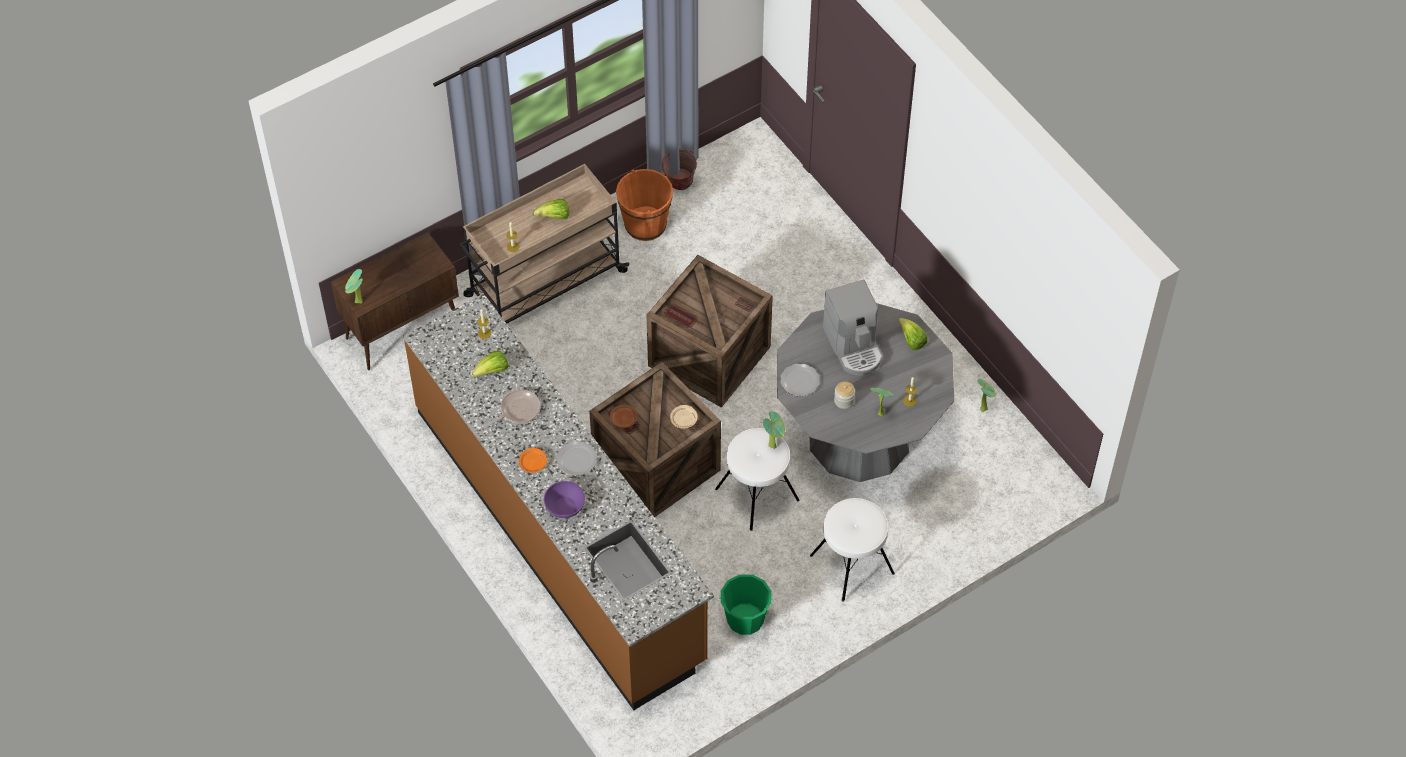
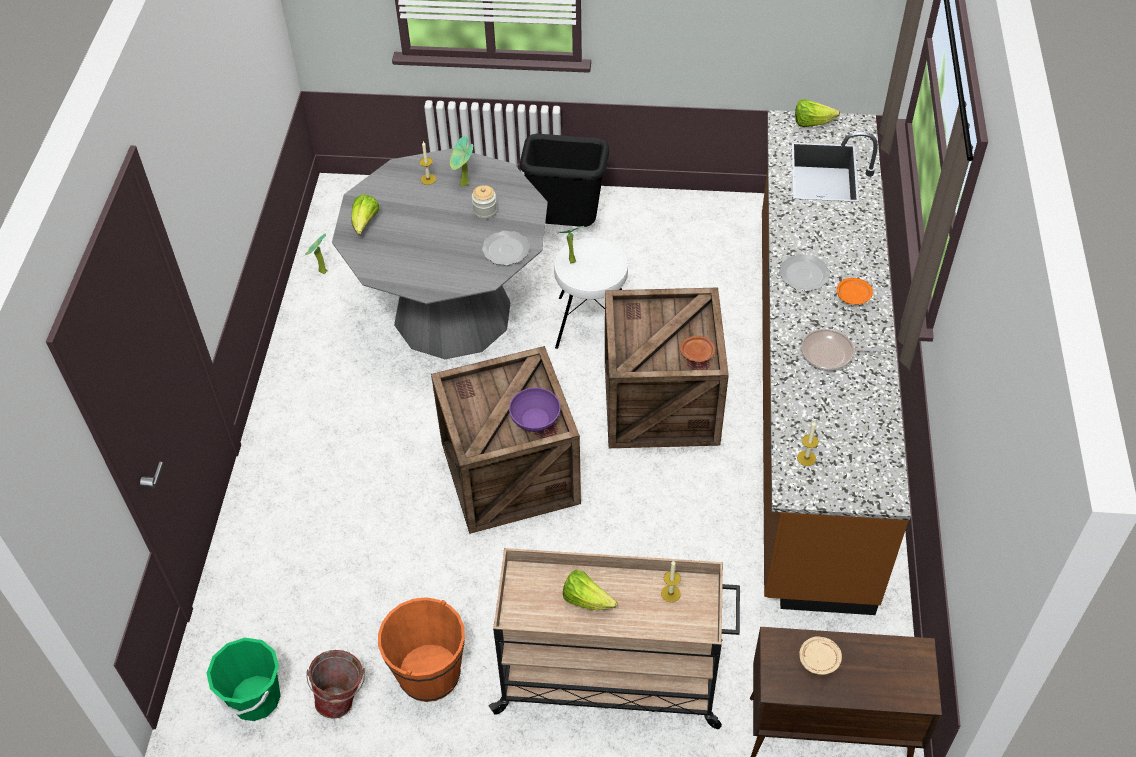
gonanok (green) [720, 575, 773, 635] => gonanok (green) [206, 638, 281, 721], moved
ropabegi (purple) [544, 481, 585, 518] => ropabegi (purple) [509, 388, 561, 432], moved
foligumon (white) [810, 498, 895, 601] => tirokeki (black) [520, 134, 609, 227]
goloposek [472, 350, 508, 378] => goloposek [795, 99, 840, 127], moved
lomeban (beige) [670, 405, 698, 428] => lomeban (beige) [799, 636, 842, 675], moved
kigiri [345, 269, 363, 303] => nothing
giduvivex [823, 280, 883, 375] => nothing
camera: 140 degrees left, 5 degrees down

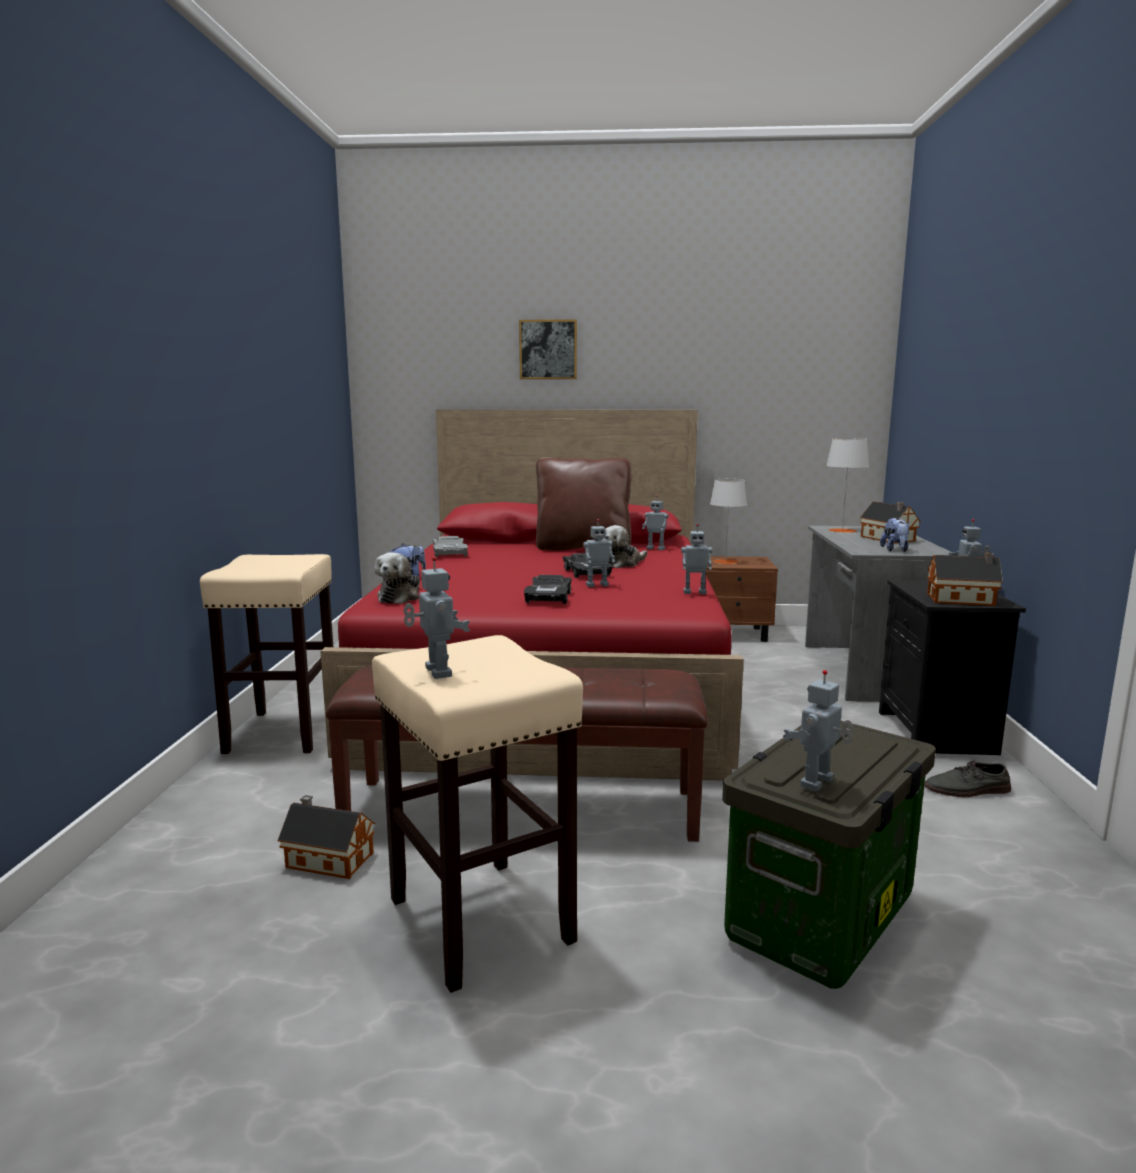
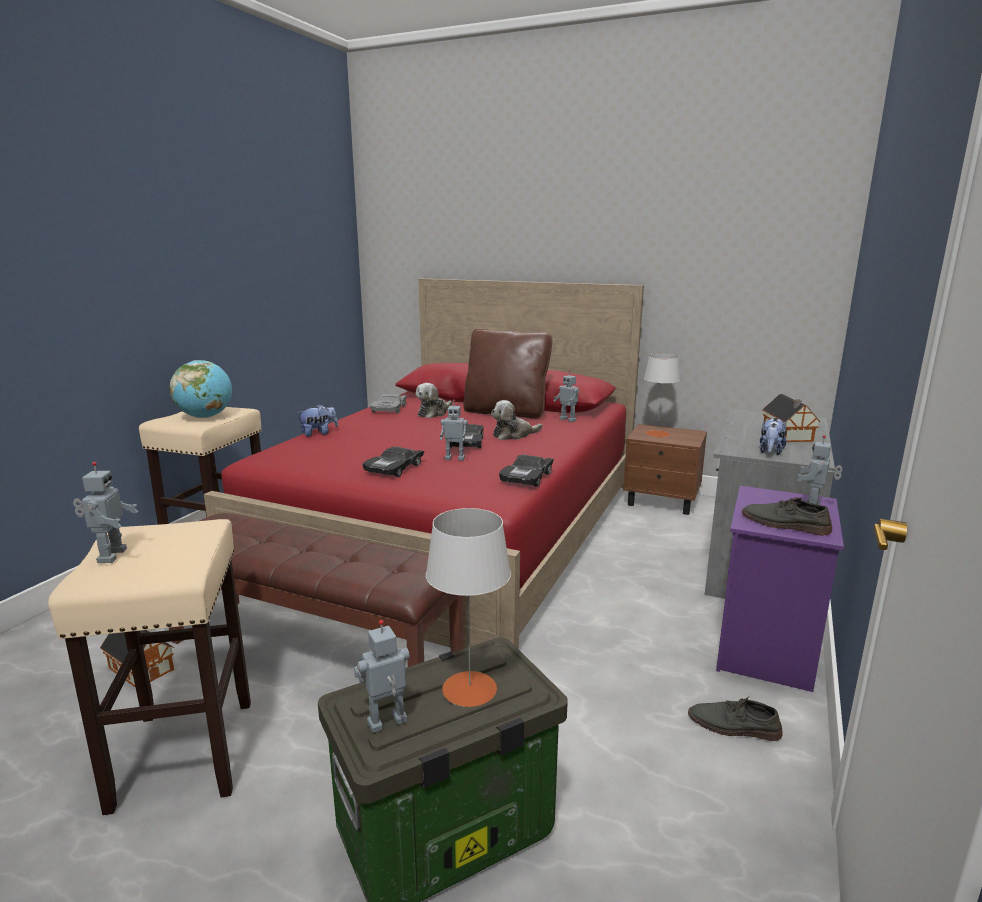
nothing => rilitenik [170, 360, 232, 418]
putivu [375, 552, 420, 604] => putivu [416, 383, 452, 418], moved
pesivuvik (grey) [826, 438, 869, 533] => pesivuvik (grey) [426, 508, 511, 707], moved
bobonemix [681, 524, 712, 594] => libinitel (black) [499, 454, 554, 487]
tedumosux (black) [879, 580, 1026, 755] => tedumosux (purple) [716, 486, 844, 692]
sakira [927, 553, 1003, 606] => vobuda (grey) [742, 497, 832, 535]
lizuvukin [519, 319, 577, 379] => nothing
camera: 20 degrees right, 5 degrees up

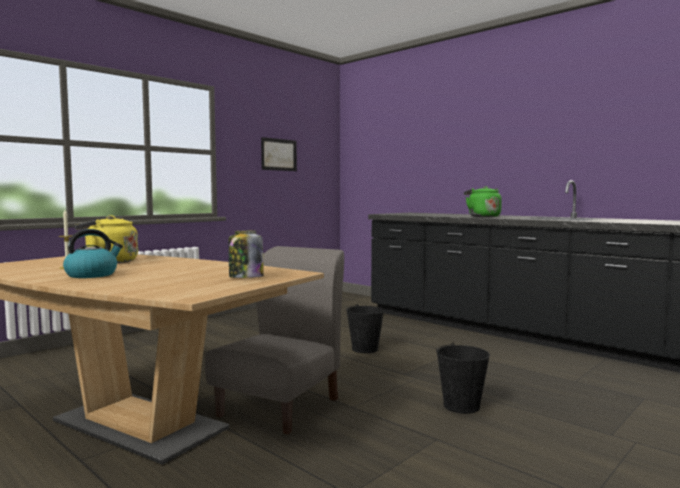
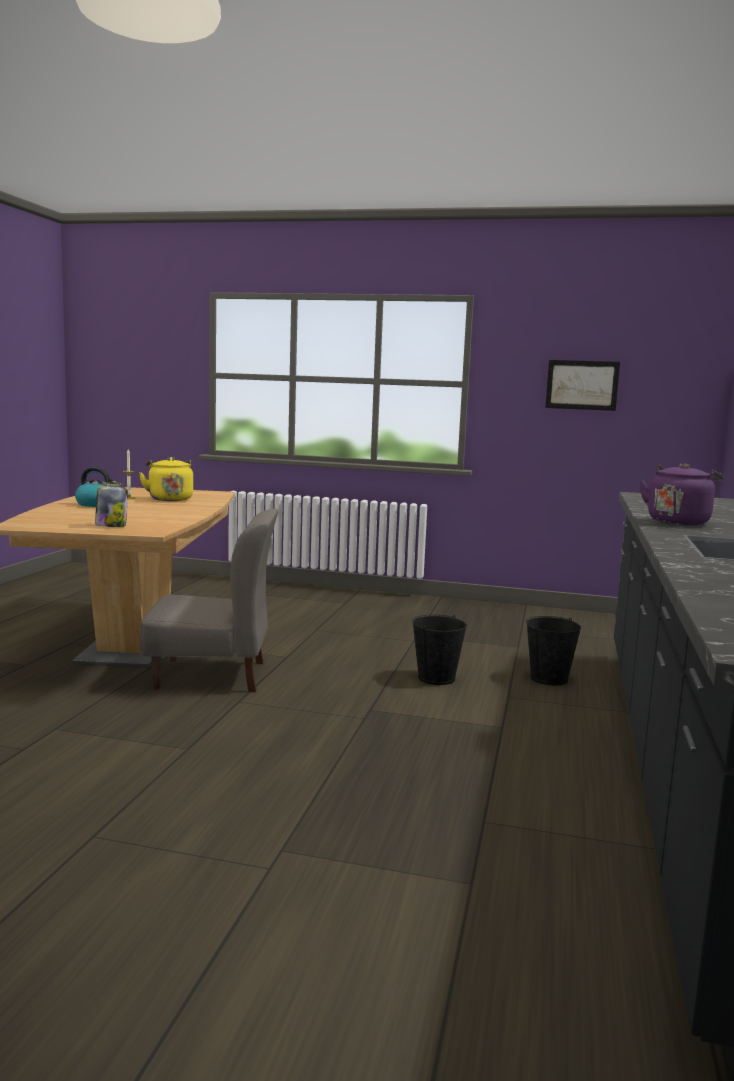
gonanok (black) [436, 343, 490, 414] => gonanok (black) [526, 616, 581, 685], moved
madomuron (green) [464, 186, 502, 217] => madomuron (purple) [639, 463, 723, 525]
camera: 60 degrees right, 5 degrees up

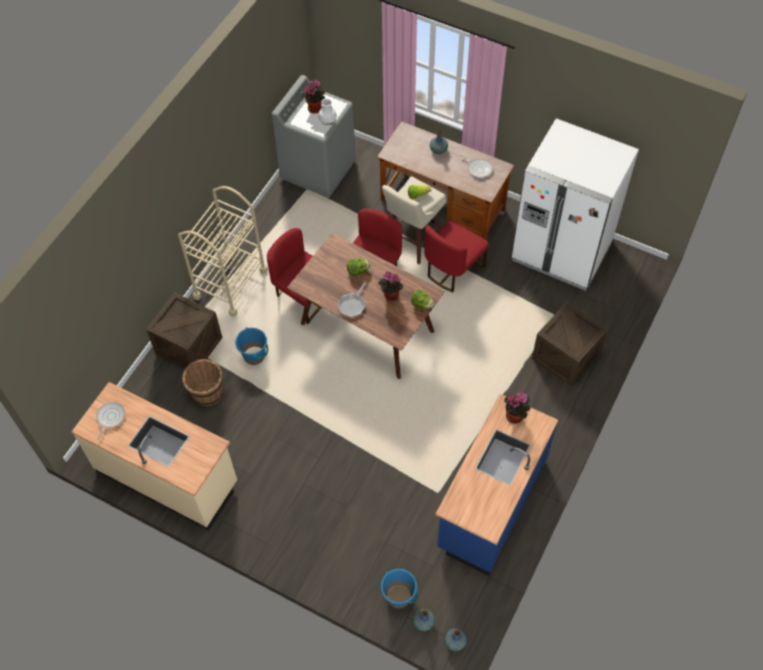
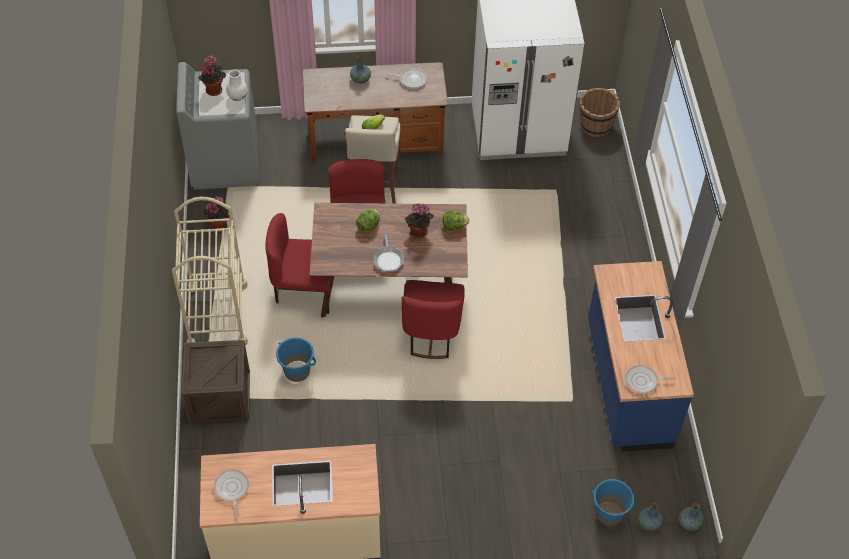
kigiri [504, 392, 531, 424] => kigiri [204, 196, 230, 233], moved
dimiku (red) [424, 220, 489, 292] => dimiku (red) [402, 280, 465, 359], moved
gonanok (brown) [182, 359, 224, 406] => gonanok (brown) [580, 88, 620, 137], moved
nothing => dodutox [625, 365, 676, 393]
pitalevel [532, 302, 608, 387] => nothing
camera: 35 degrees left, 5 degrees down

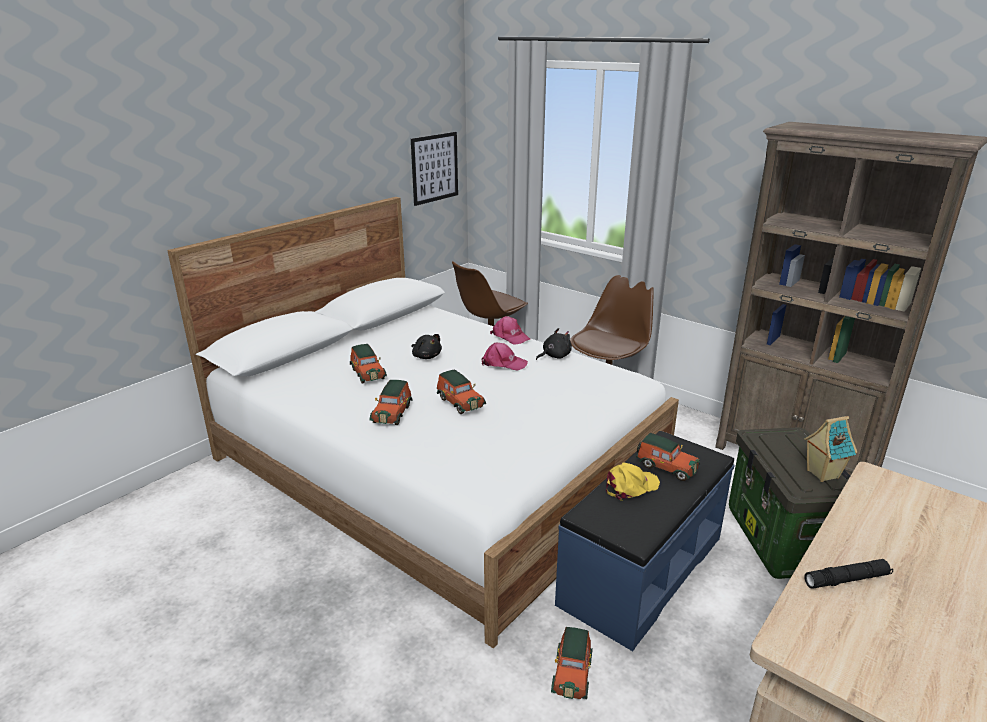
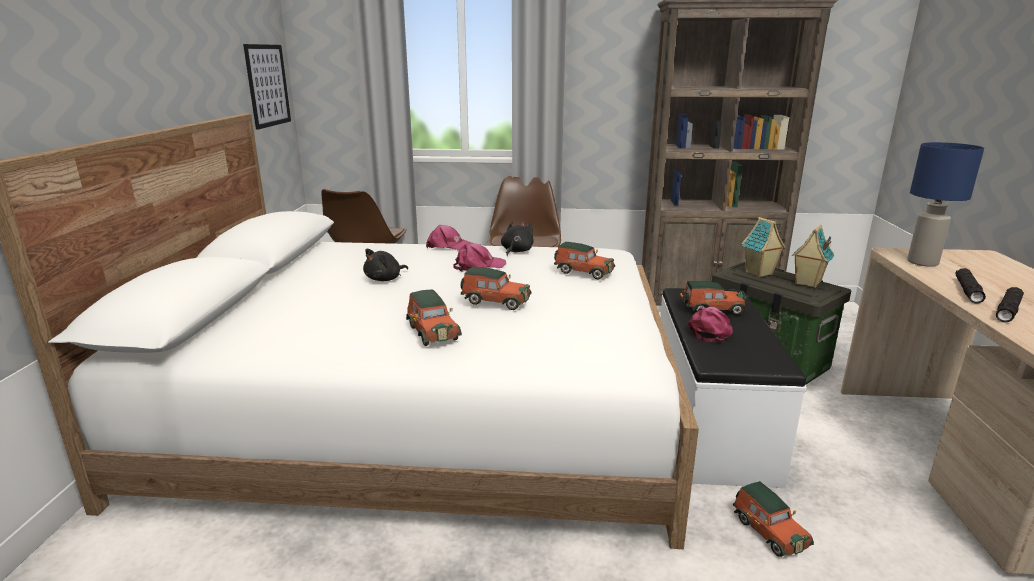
putivu (black) [412, 334, 442, 359] => putivu (black) [363, 248, 408, 281], 120 degrees clockwise
libinitel [350, 344, 387, 384] => libinitel [554, 242, 615, 279], moved
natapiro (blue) [555, 431, 734, 651] => natapiro (white) [660, 288, 807, 488]
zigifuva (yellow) [606, 463, 660, 501] => zigifuva (pink) [688, 307, 733, 343]
nothing => sakira [742, 217, 786, 277]
nothing => pesivuvik (blue) [907, 142, 984, 267]
nothing => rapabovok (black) [956, 268, 986, 304]
camera: 35 degrees left, 5 degrees down

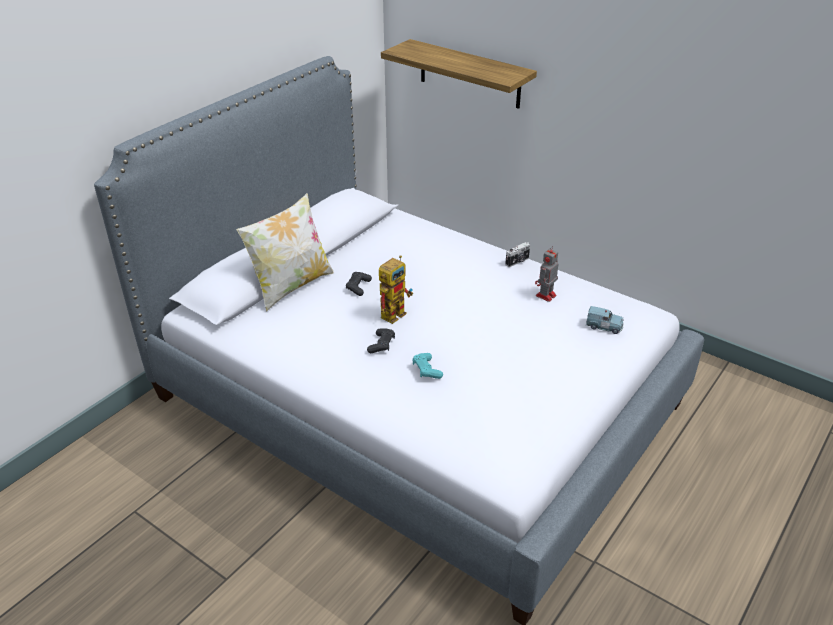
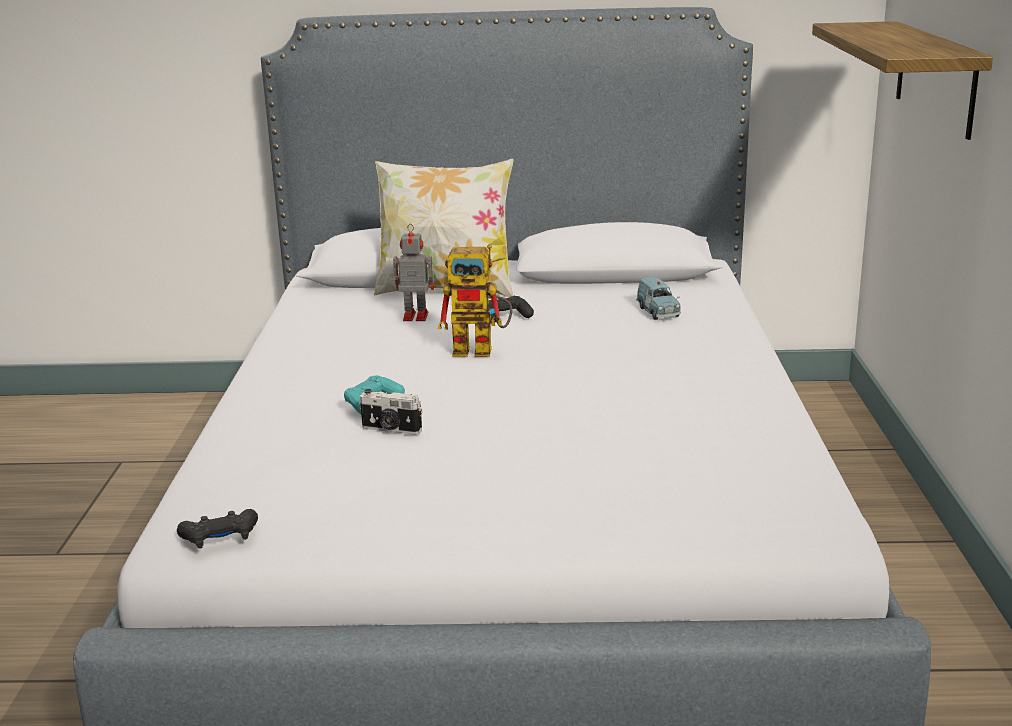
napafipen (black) [367, 329, 395, 353] => napafipen (black) [177, 509, 258, 549], moved
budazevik [505, 242, 530, 267] => budazevik [359, 389, 422, 435], moved
bobonemix [535, 246, 559, 302] => bobonemix [390, 224, 434, 321], moved
libinitel (blue) [586, 306, 624, 334] => libinitel (blue) [636, 277, 681, 320], moved
camera: 55 degrees right, 15 degrees down

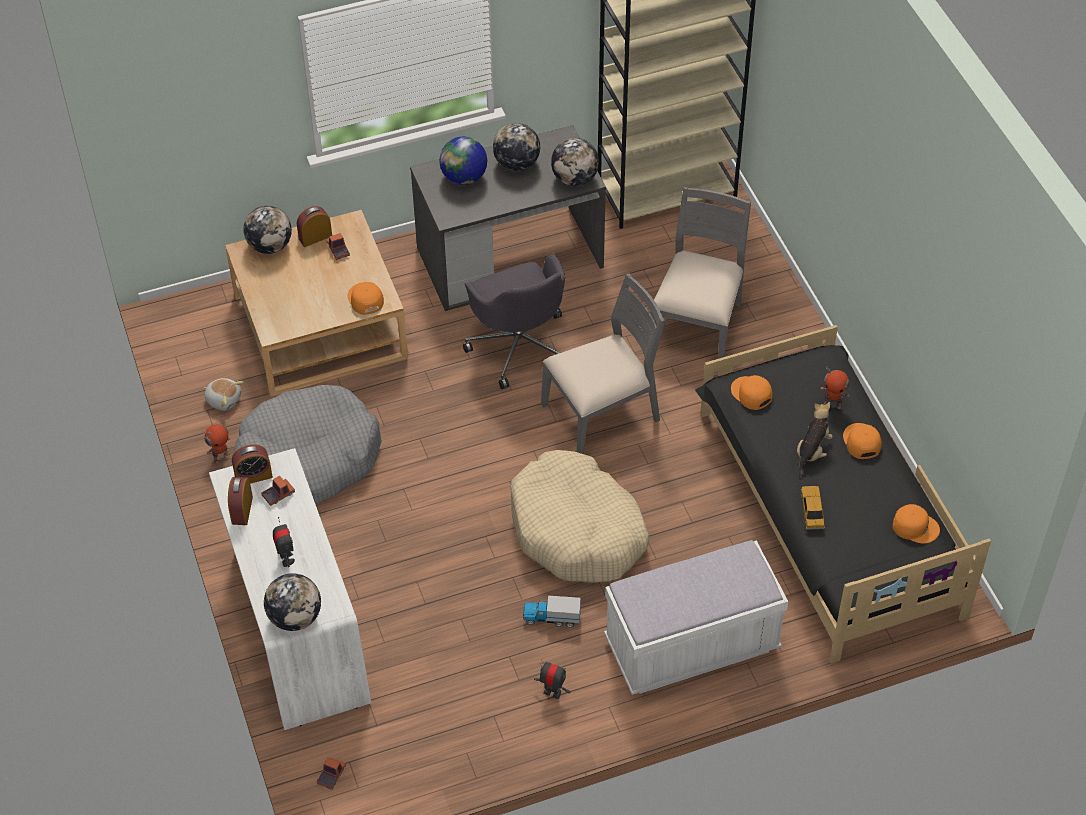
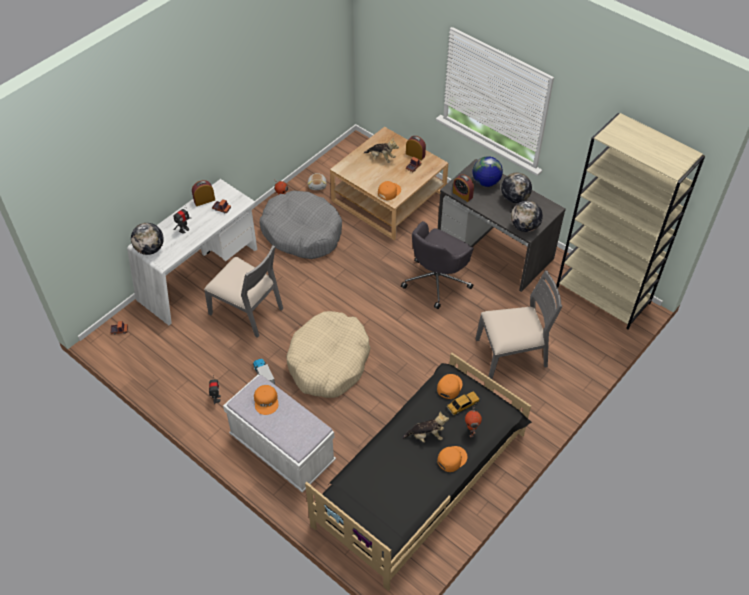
dimiku (grey) [541, 273, 665, 454] => dimiku (grey) [204, 245, 283, 338], moved
zigifuva (orange) [893, 504, 940, 544] => zigifuva (orange) [254, 385, 278, 415], moved
nothing => putivu [364, 138, 399, 163]
libinitel [801, 486, 825, 530] => libinitel [446, 392, 479, 416], moved
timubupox [232, 444, 273, 484] => timubupox [453, 174, 474, 202], moved
rilitenik [243, 206, 292, 254] => nothing
camera: 60 degrees right, 0 degrees up

